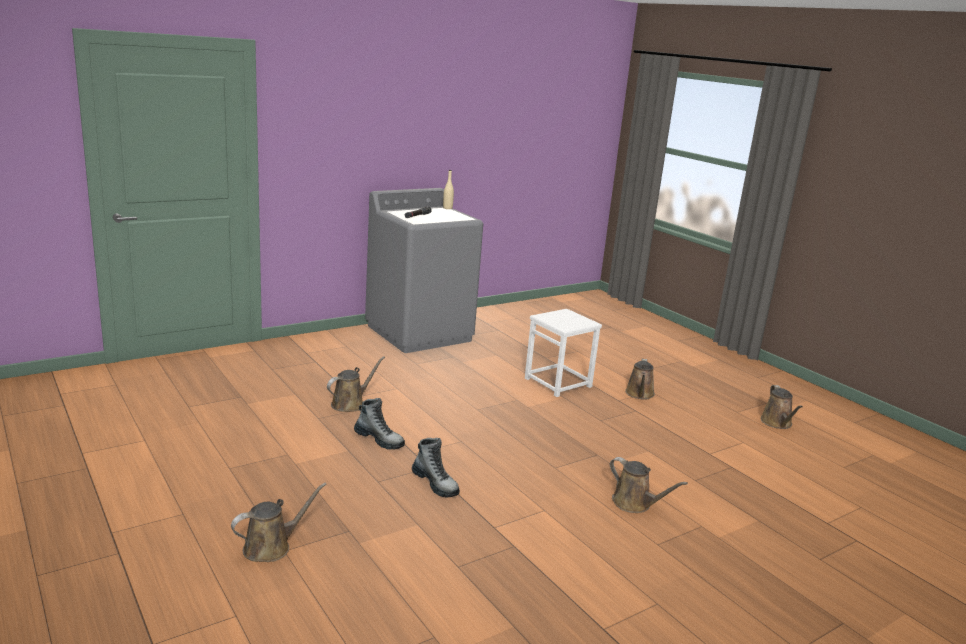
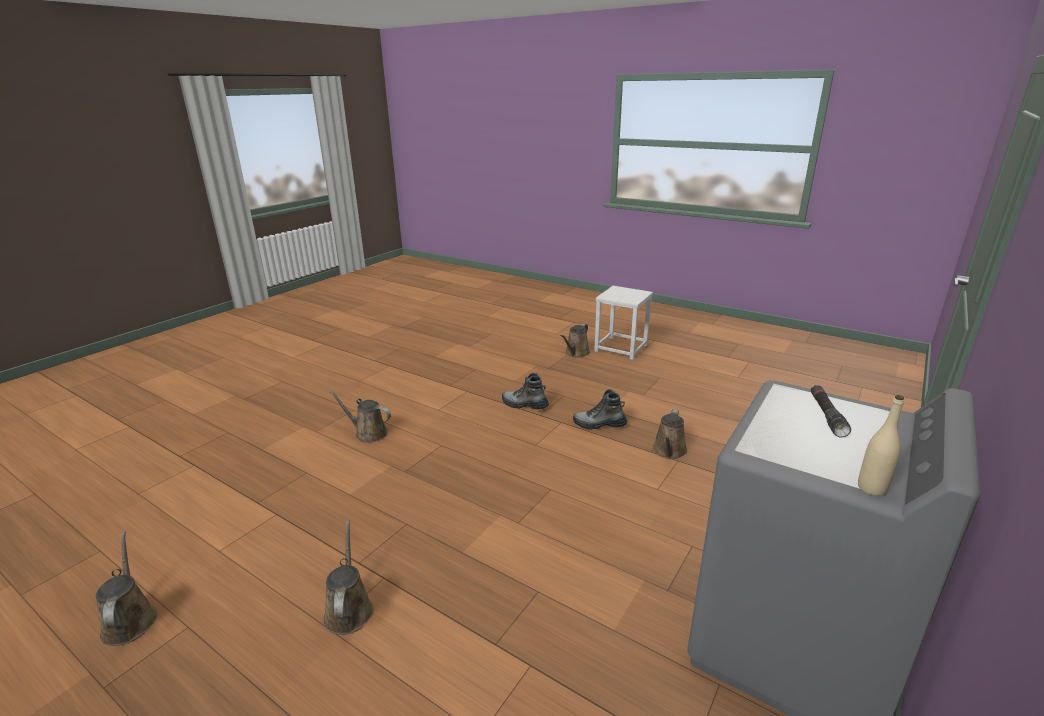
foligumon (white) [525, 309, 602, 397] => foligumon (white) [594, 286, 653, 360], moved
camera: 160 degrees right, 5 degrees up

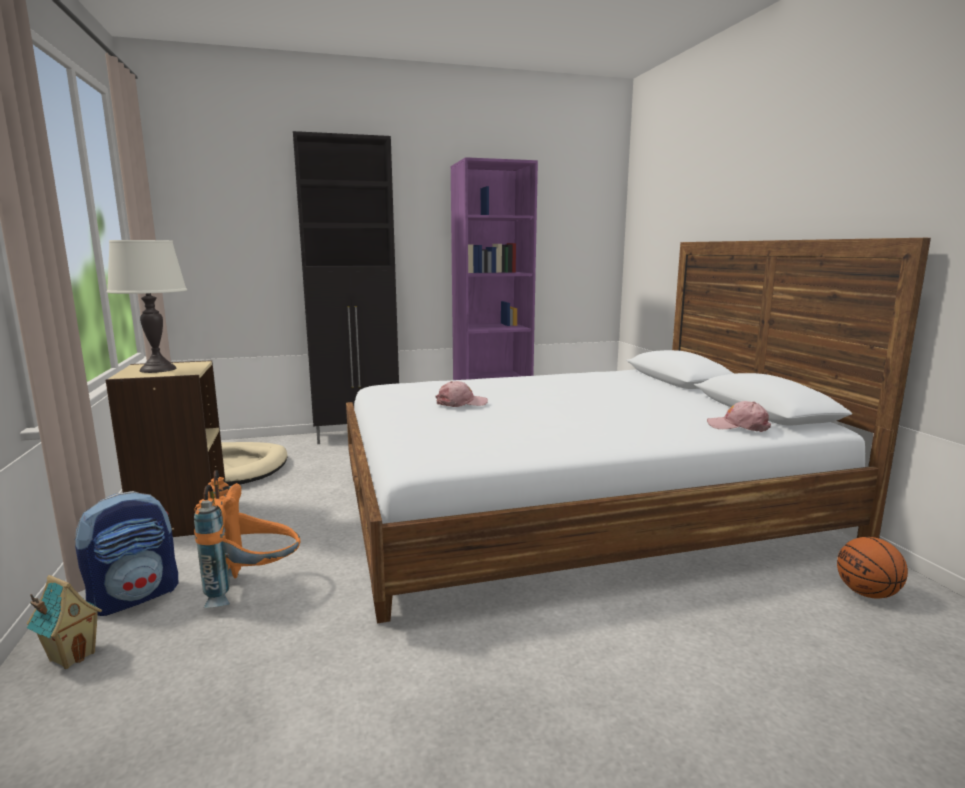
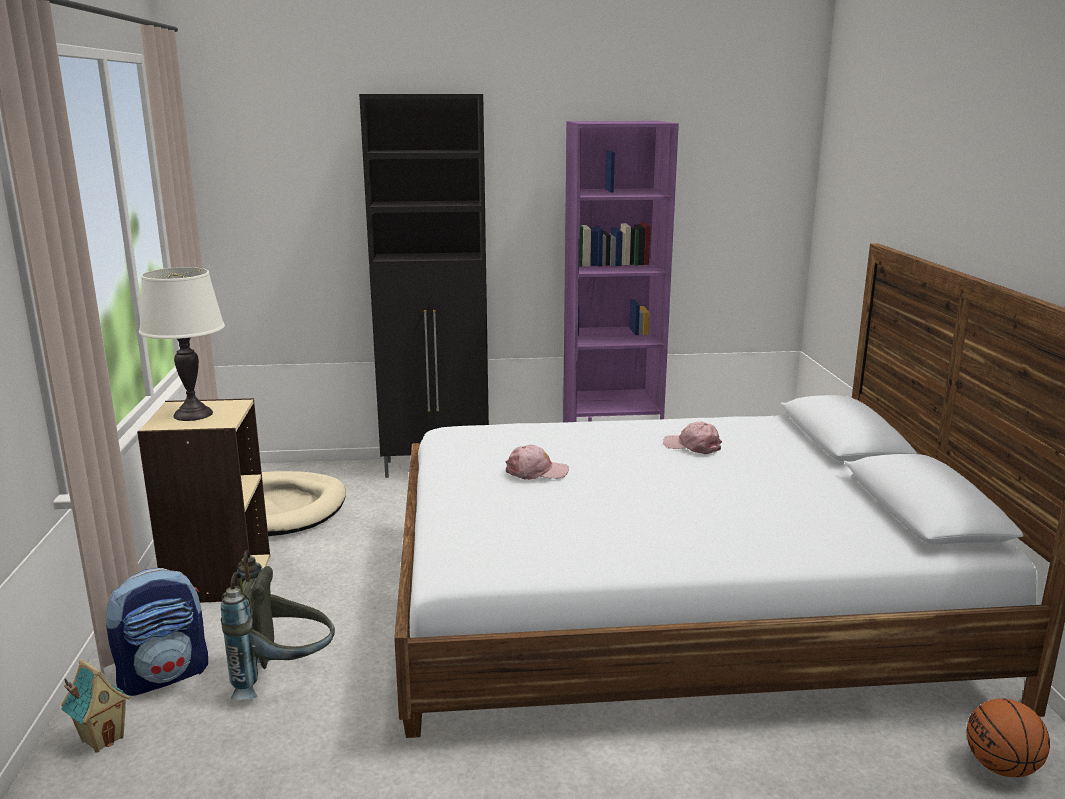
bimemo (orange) [194, 470, 301, 608] => bimemo (grey) [221, 550, 335, 700]
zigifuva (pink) [707, 401, 771, 432] => zigifuva (pink) [663, 422, 722, 454], moved
camera: 10 degrees right, 5 degrees up

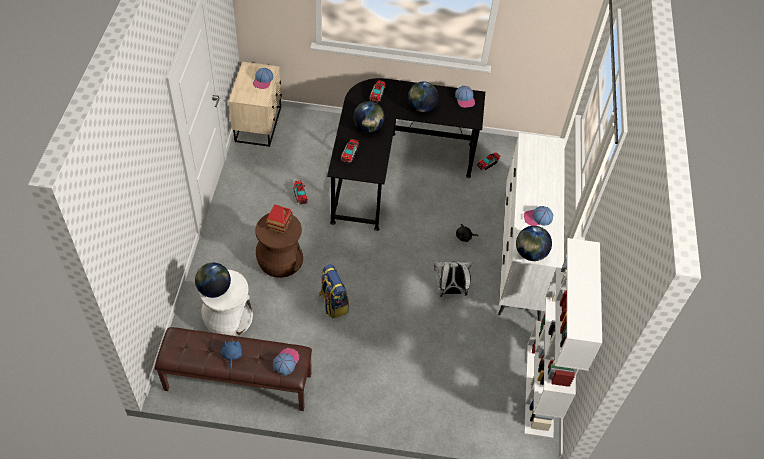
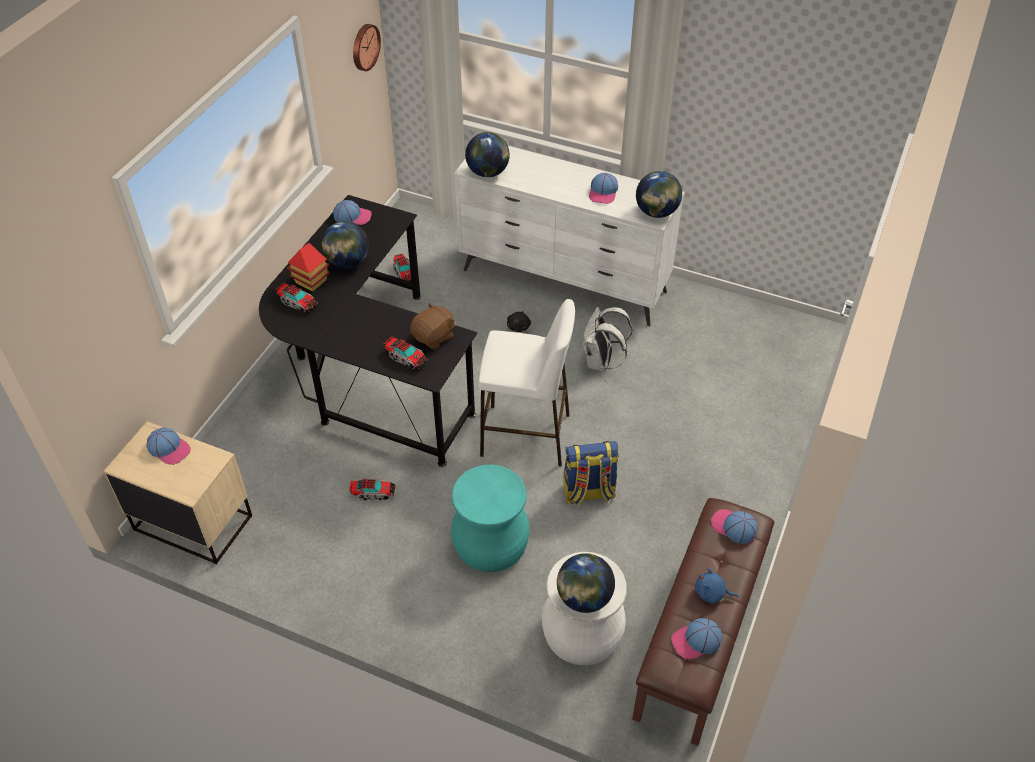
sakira [266, 204, 293, 234] => sakira [287, 243, 330, 292], moved
nothing => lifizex [353, 24, 381, 71]
nothing => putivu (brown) [410, 303, 455, 349]
foligumon (brown) [255, 213, 303, 278] => foligumon (turquoise) [451, 465, 529, 572]
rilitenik [353, 101, 385, 133] => rilitenik [465, 132, 510, 177], moved
nothing => foligumon (white) [479, 299, 575, 466]
nothing => zigifuva [671, 618, 722, 659]
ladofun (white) [524, 238, 602, 438] => nothing
camera: 70 degrees left, 5 degrees down

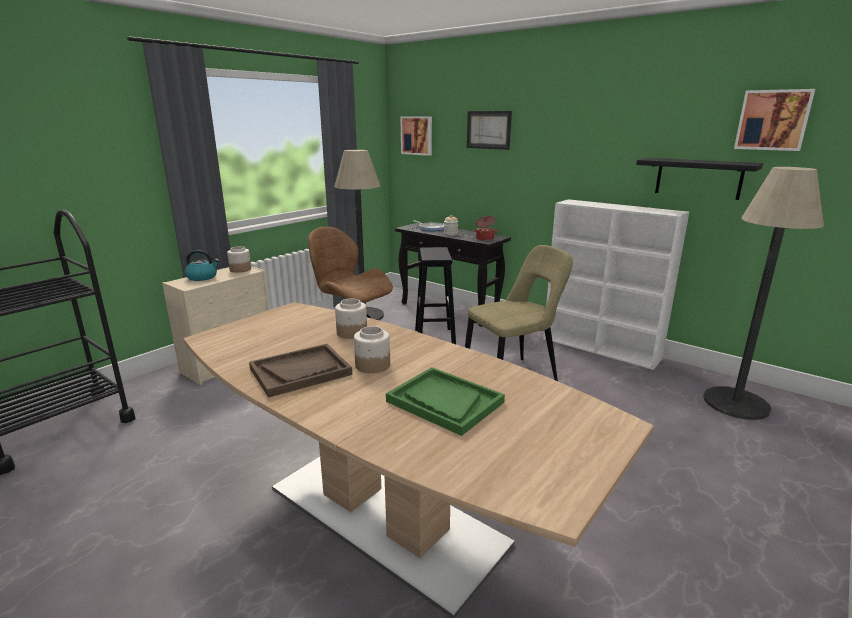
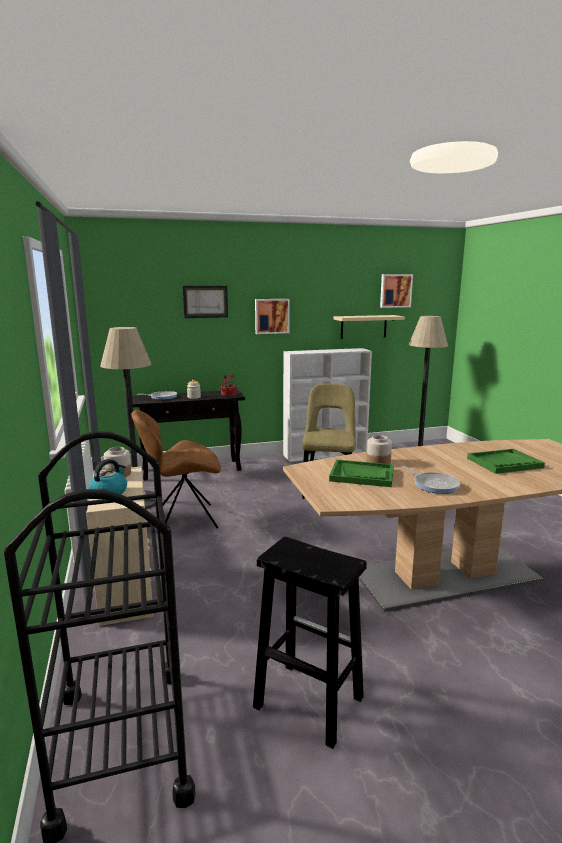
foligumon (black) [415, 247, 456, 344] => foligumon (black) [253, 537, 367, 749], moved
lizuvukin [400, 116, 432, 156] => lizuvukin [255, 299, 290, 334], moved
nothing => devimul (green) [329, 459, 394, 487]
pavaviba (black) [636, 158, 763, 200] => pavaviba (beige) [334, 315, 405, 339]
devimul (brown) [249, 344, 352, 398] => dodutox [401, 466, 461, 494]
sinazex [354, 326, 390, 373] => nothing
camera: 55 degrees left, 5 degrees down

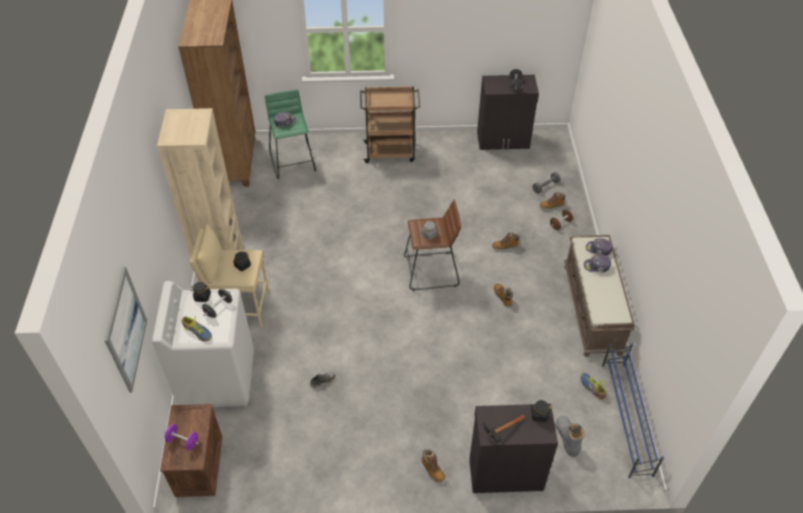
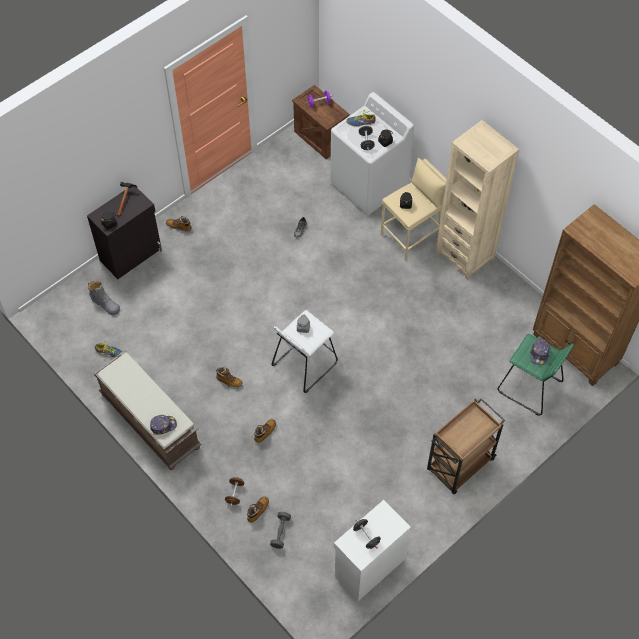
foligumon (brown) [404, 199, 461, 291] => foligumon (white) [271, 310, 338, 393]
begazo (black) [477, 75, 539, 150] => begazo (white) [334, 500, 411, 601]
lizuvukin [105, 266, 147, 393] => nothing
zigifuva [584, 254, 611, 272] => nothing
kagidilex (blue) [602, 344, 664, 478] => nothing
camera: 140 degrees right, 10 degrees up

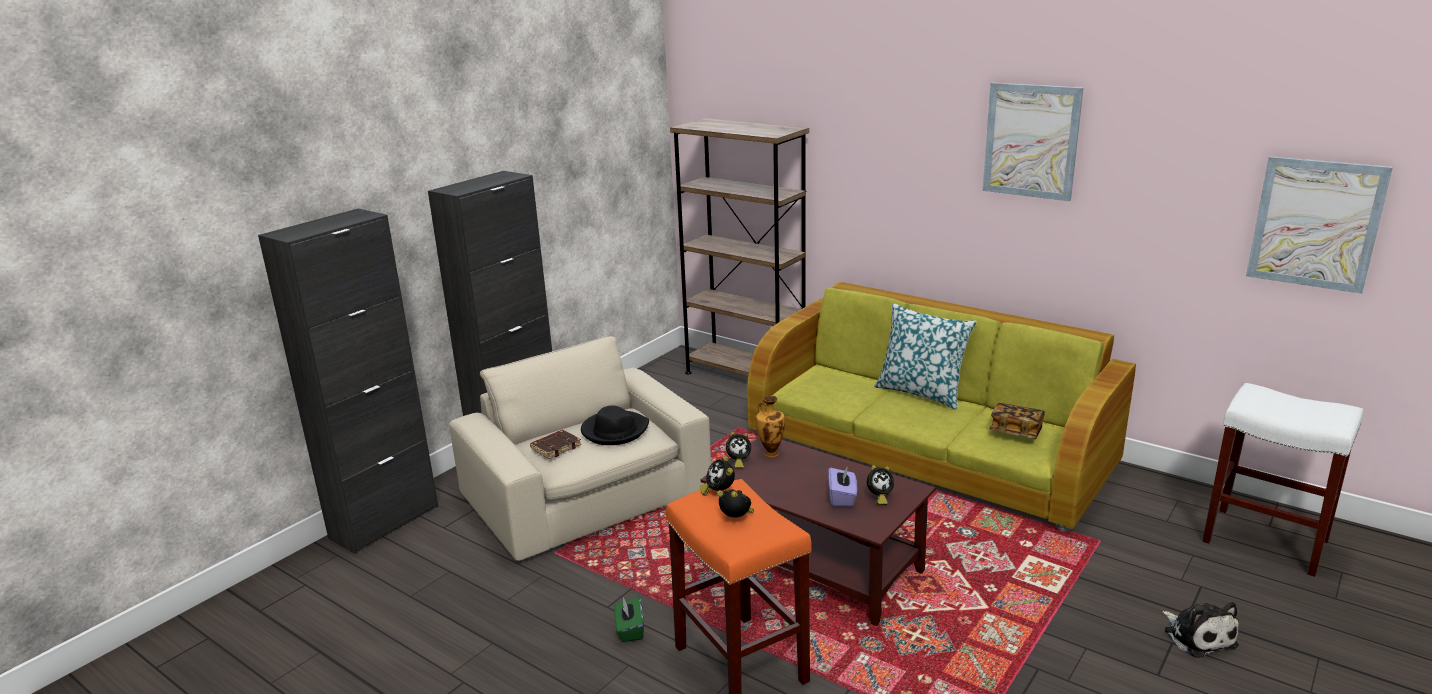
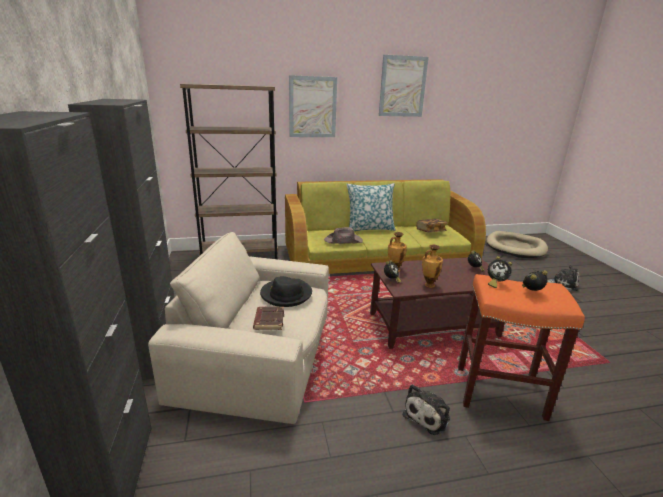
lizuvukin [1246, 156, 1393, 294] => lizuvukin [289, 75, 337, 137], moved
nothing => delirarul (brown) [324, 227, 363, 244]
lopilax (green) [614, 597, 644, 642] => putivu [403, 384, 450, 435]
nothing => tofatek [422, 244, 443, 288]
foligumon (white) [1203, 383, 1363, 577] => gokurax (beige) [486, 231, 548, 258]
lopilax (purple) [828, 465, 857, 507] => nothing
camera: 50 degrees left, 0 degrees up

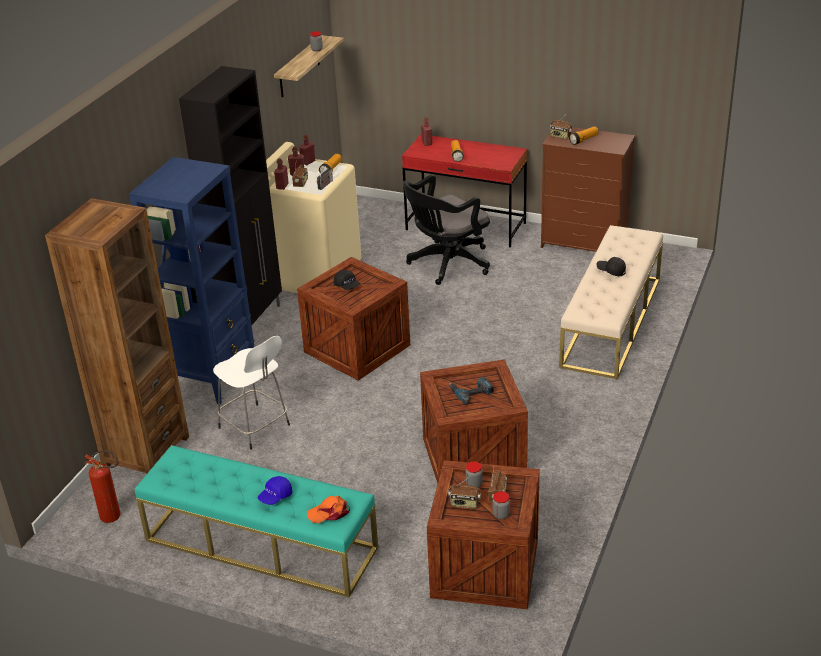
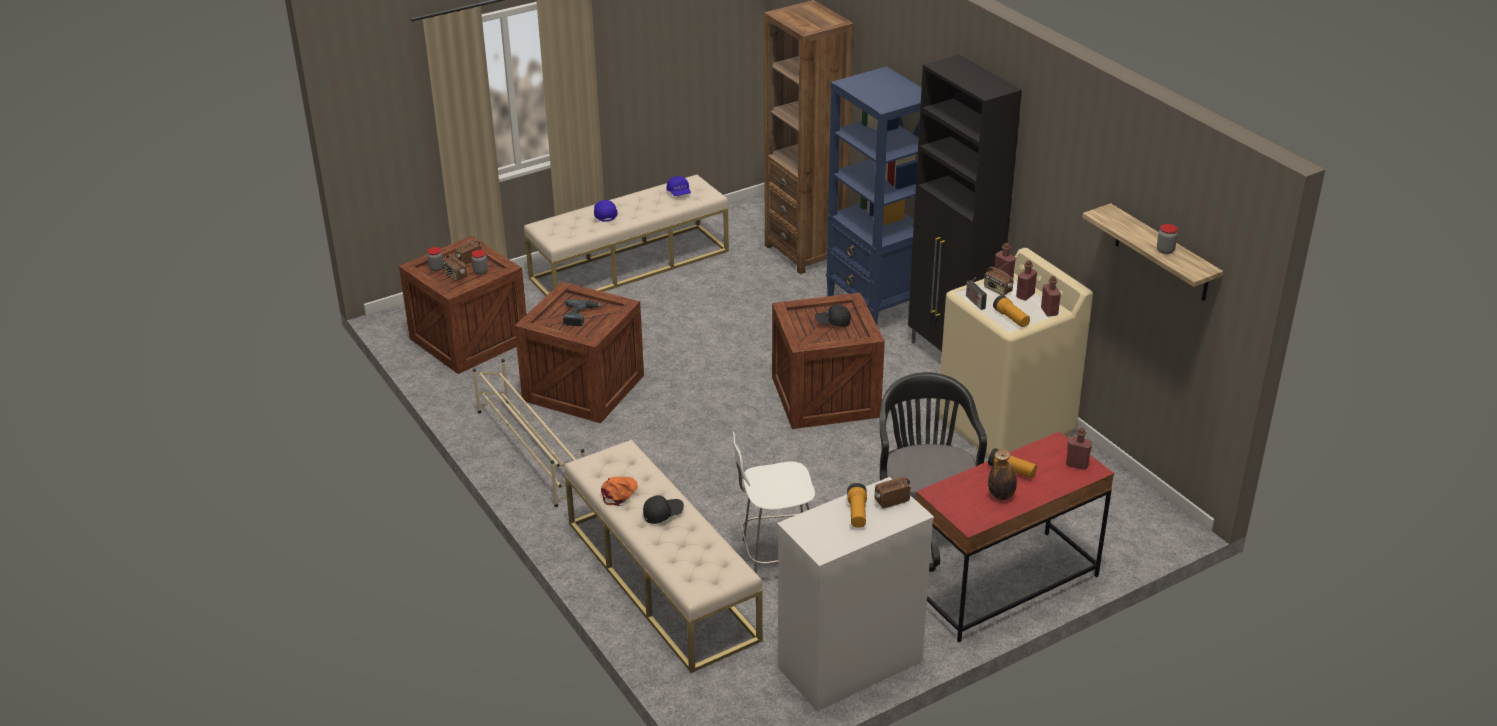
nothing => kagidilex (beige) [473, 359, 585, 507]
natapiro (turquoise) [135, 445, 378, 597] => natapiro (beige) [524, 174, 729, 296]
zigifuva (orange) [307, 496, 350, 523] => zigifuva (orange) [601, 477, 638, 506], moved
nothing => zigifuva (blue) [666, 176, 691, 196]
foligumon (white) [213, 336, 290, 450] => foligumon (white) [732, 432, 815, 573], moved
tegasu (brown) [541, 127, 635, 252] => tegasu (white) [777, 477, 934, 711]
nothing => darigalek [988, 449, 1017, 500]
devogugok [84, 450, 120, 523] => nothing
camera: 125 degrees right, 0 degrees up

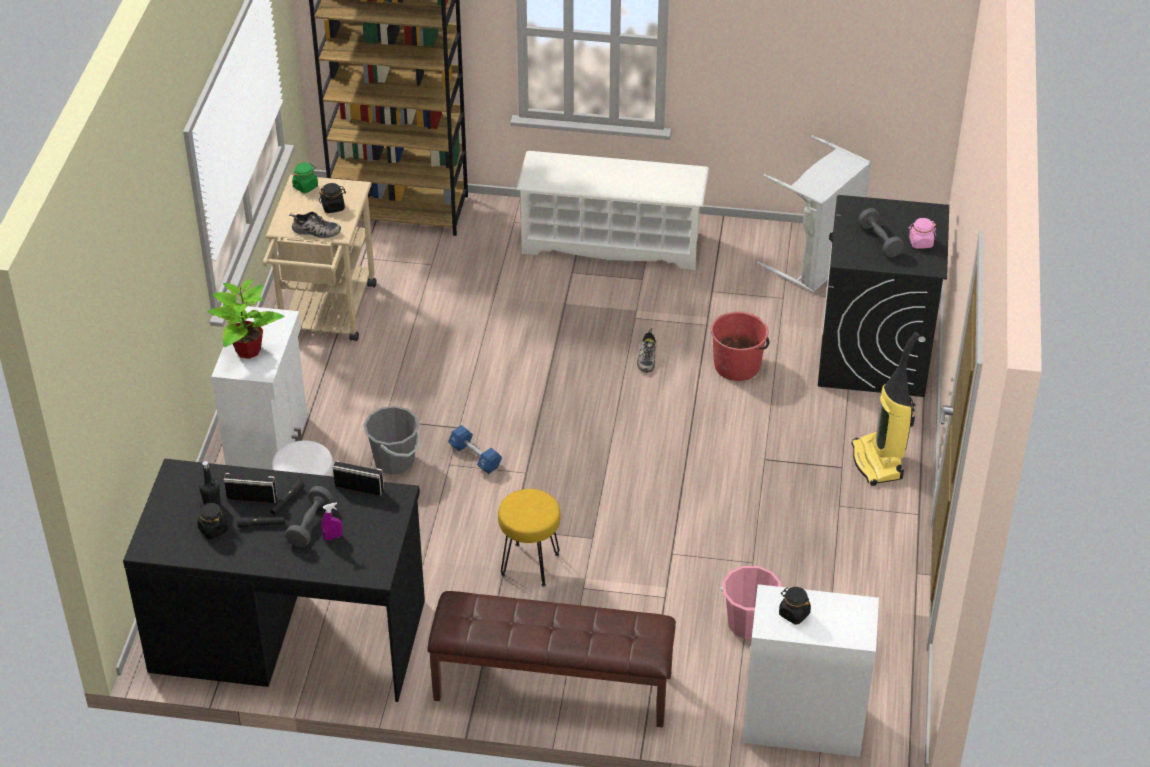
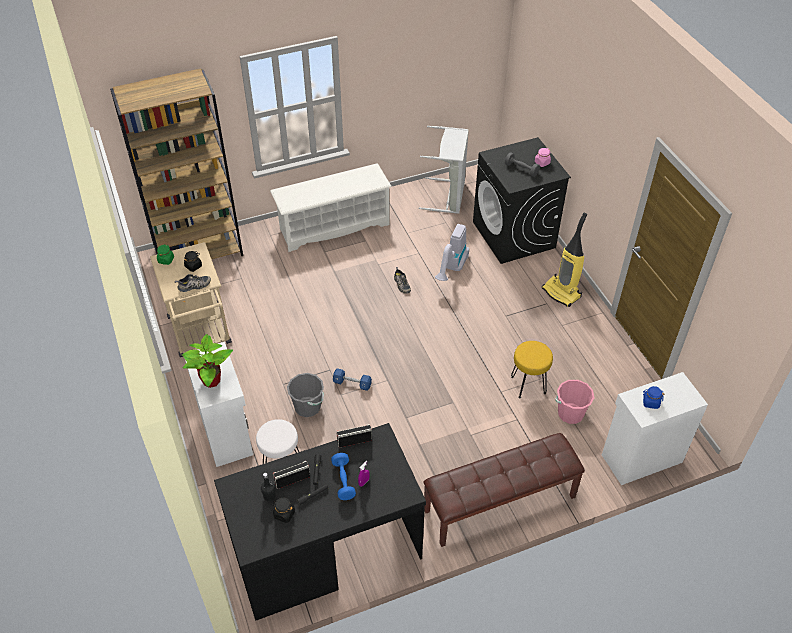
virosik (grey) [285, 486, 333, 547] => virosik (blue) [331, 453, 356, 500]
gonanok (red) [711, 312, 770, 381] => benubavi [435, 224, 469, 281]
foligumon (yellow) [498, 489, 561, 586] => foligumon (yellow) [511, 341, 553, 399], moved
sinazex (black) [779, 587, 811, 625] => sinazex (blue) [643, 386, 664, 409]
camera: 30 degrees left, 5 degrees up

